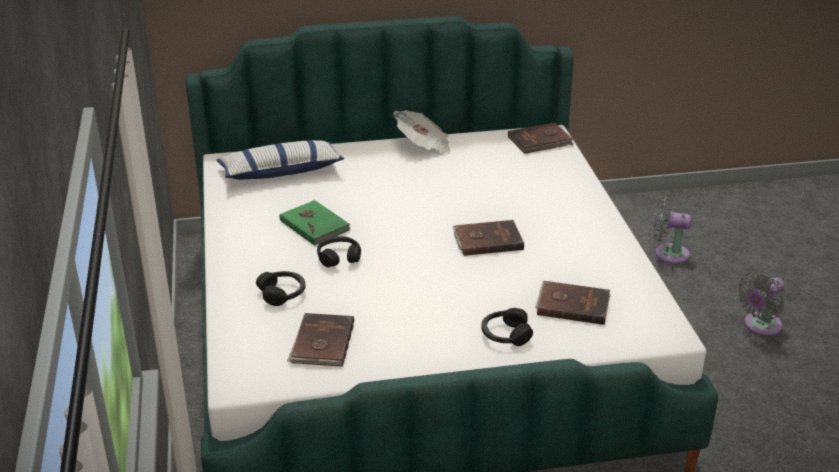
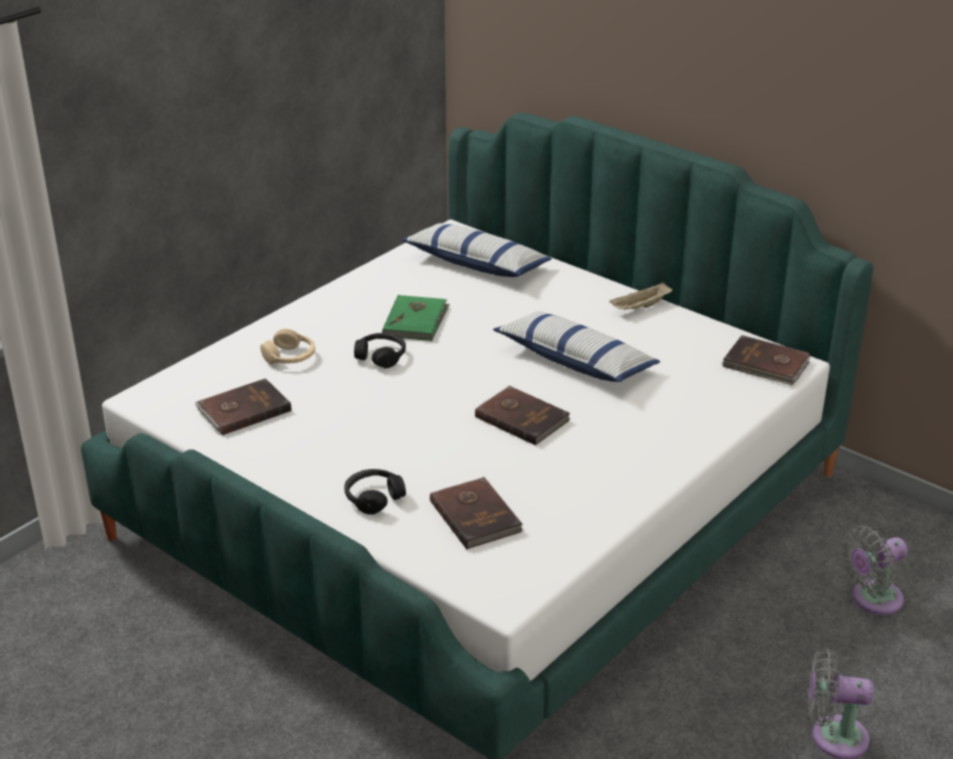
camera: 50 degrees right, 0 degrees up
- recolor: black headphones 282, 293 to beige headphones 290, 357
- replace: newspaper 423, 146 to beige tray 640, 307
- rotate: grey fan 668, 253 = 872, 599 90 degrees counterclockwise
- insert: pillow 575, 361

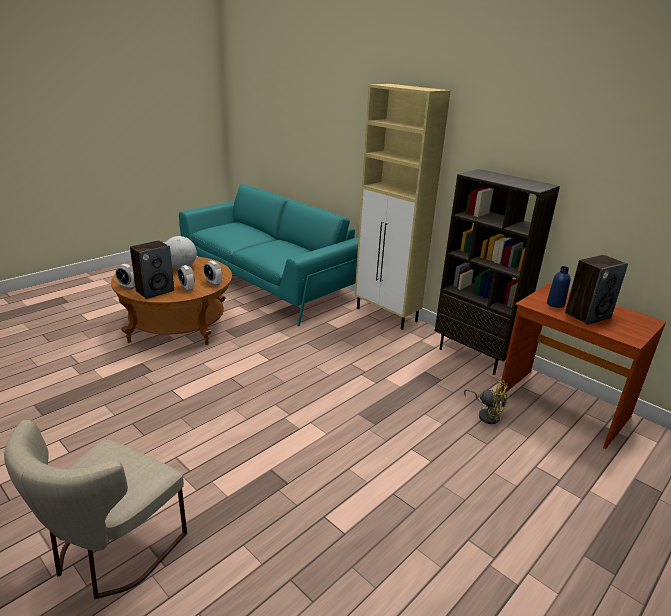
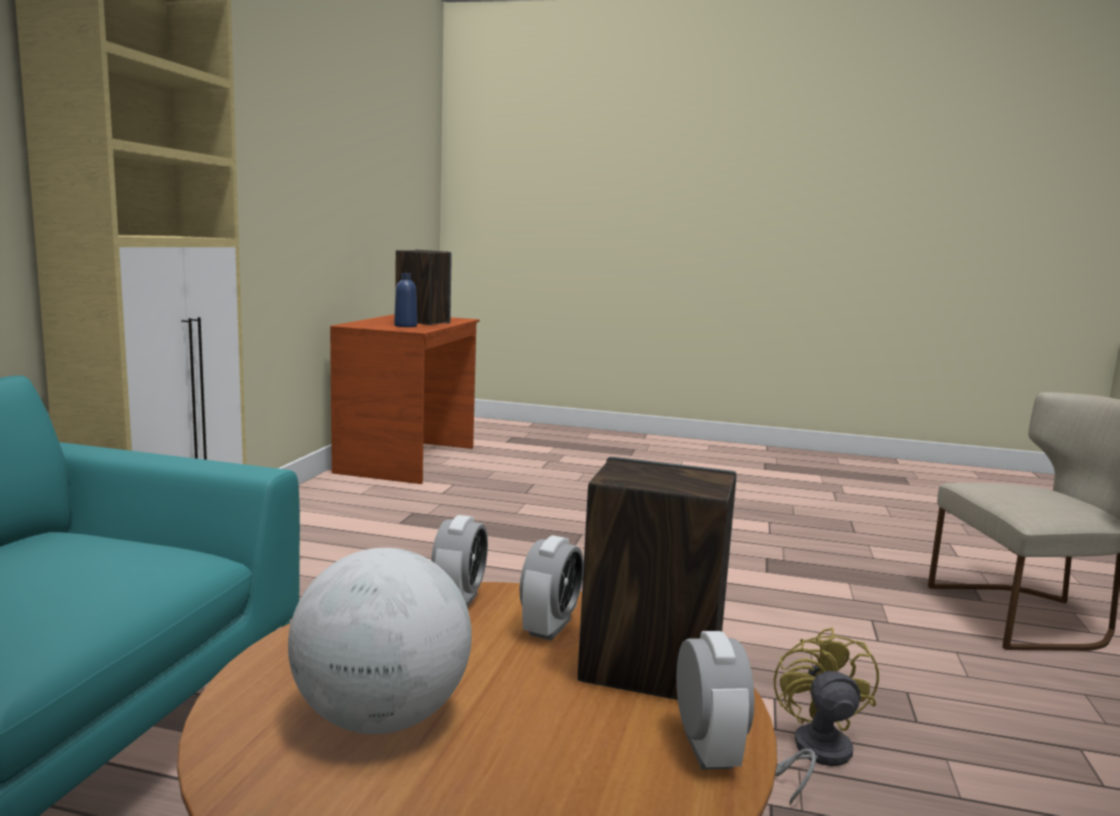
camera: 120 degrees left, 15 degrees down
- delete: brown bookcase 474, 356
- move: yellow fan 486, 414 to 814, 754

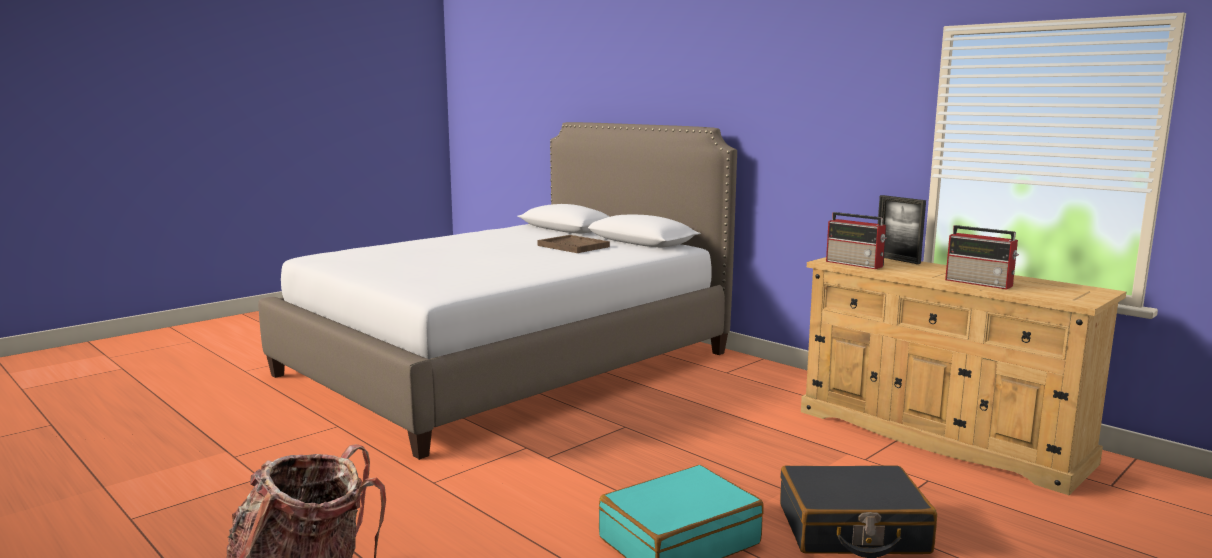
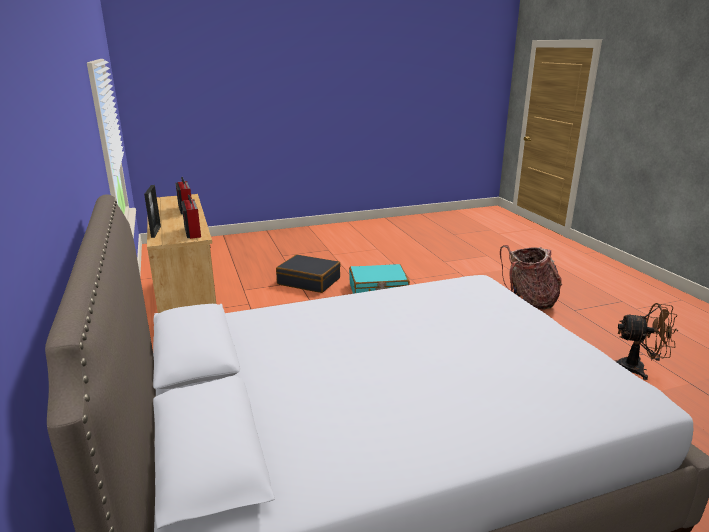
camera: 155 degrees left, 10 degrees up
- delete: brown tray 573, 246
- insert: brown fan 638, 369

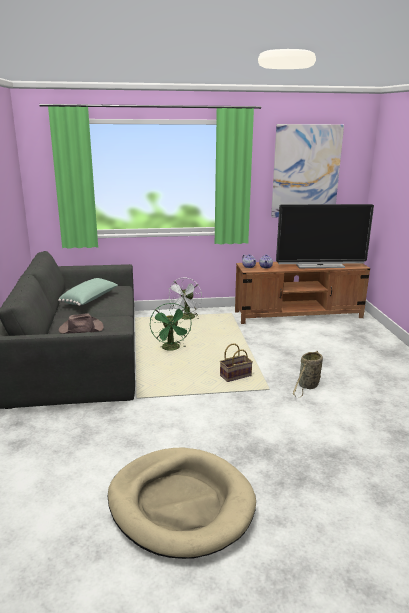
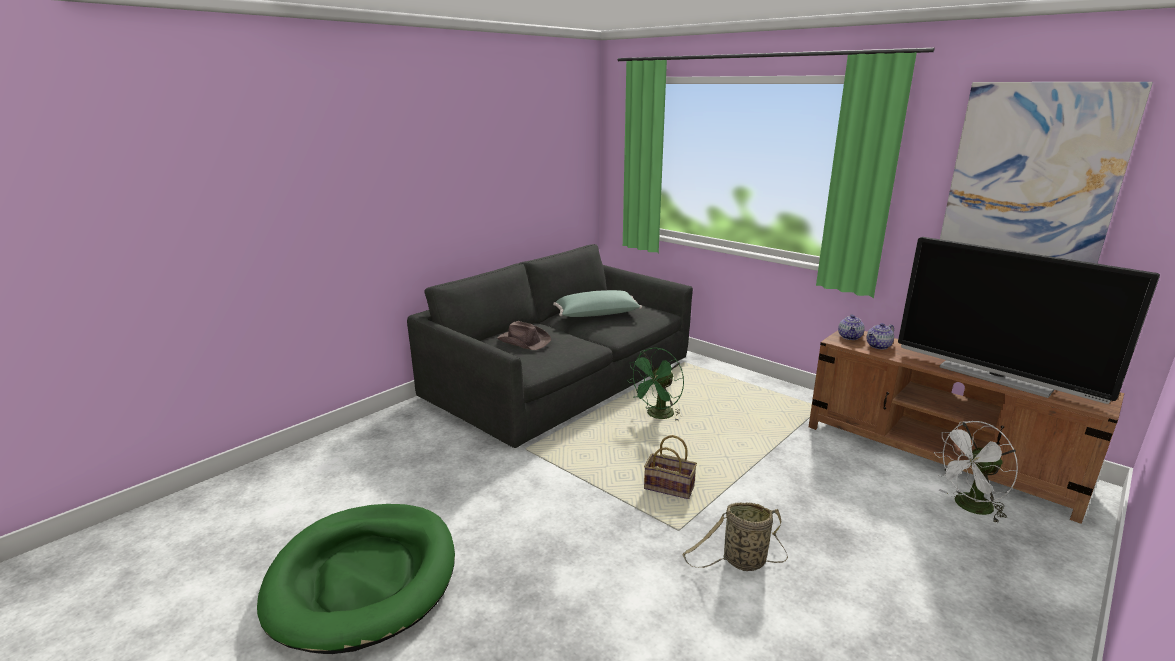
camera: 50 degrees right, 0 degrees up
- recolor: beige dog bed 180, 504 to green dog bed 364, 578
- move: white fan 186, 318 to 968, 507

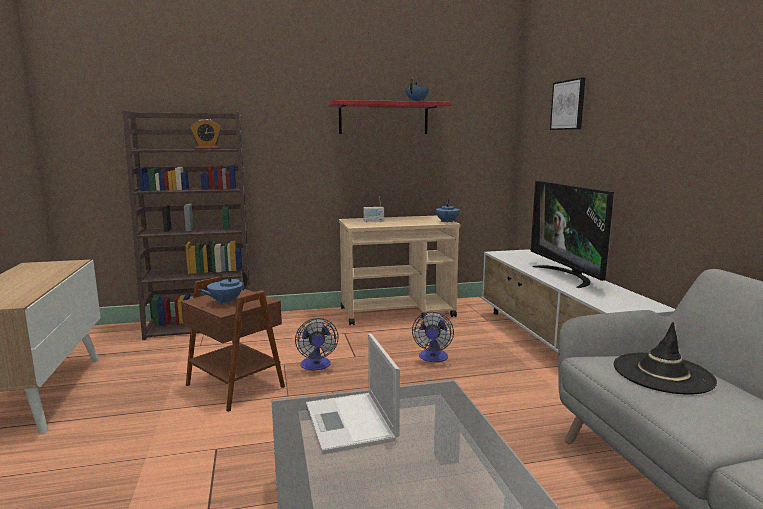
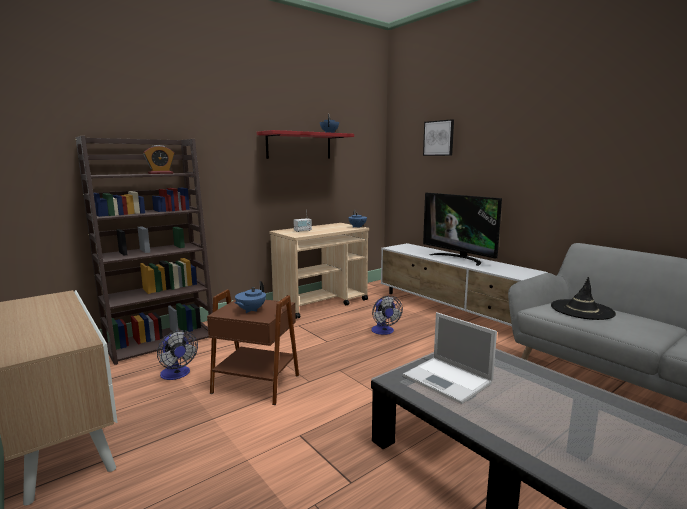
camera: 25 degrees left, 0 degrees up
- move: fan 316, 366 to 177, 375

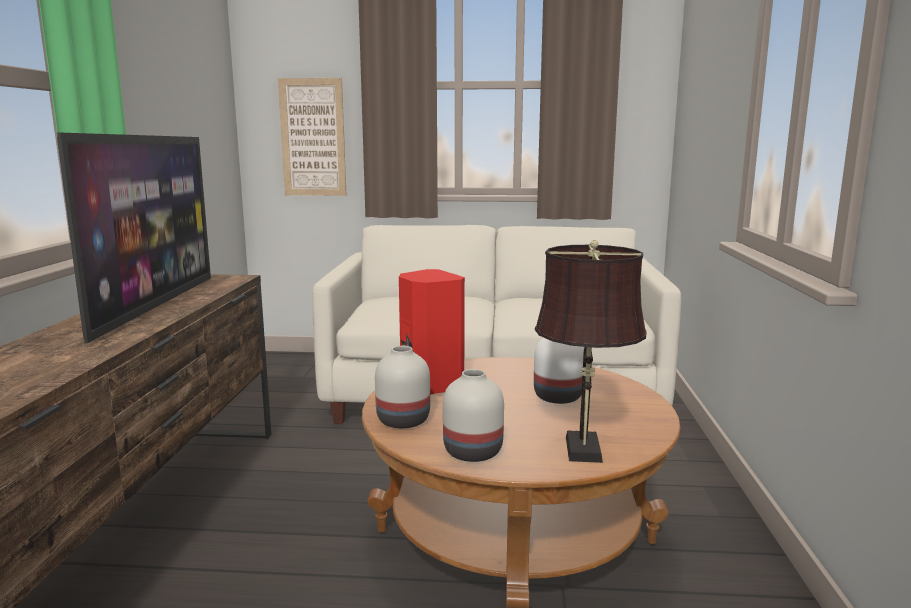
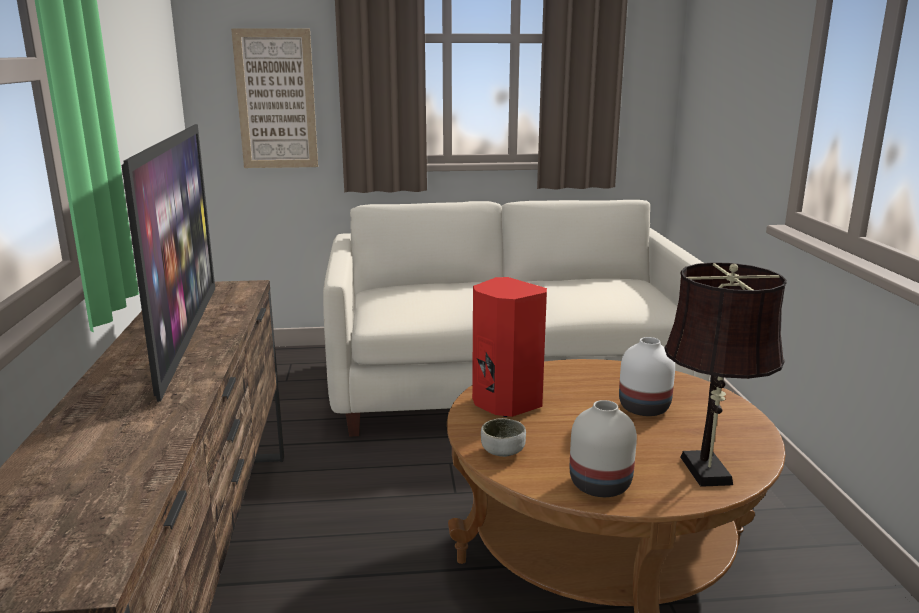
camera: 10 degrees left, 5 degrees up
- replace: white vase 402, 420 to bowl 503, 451

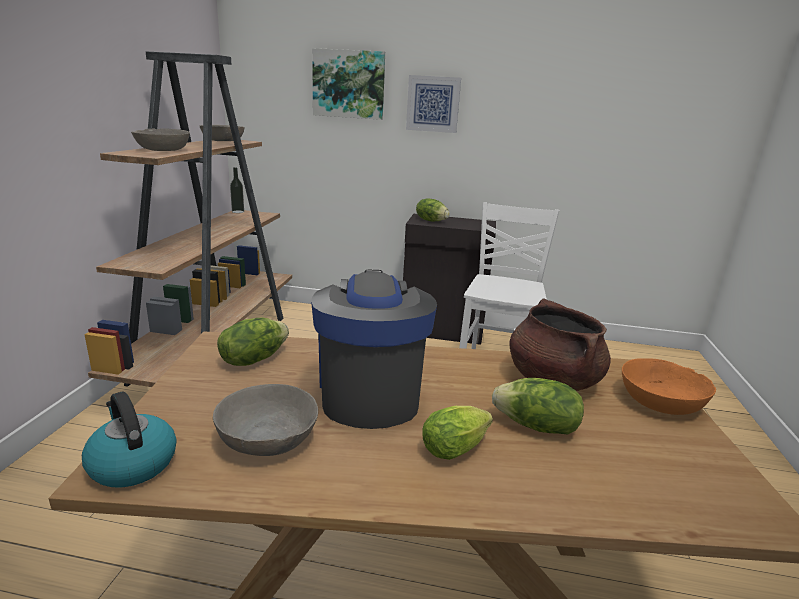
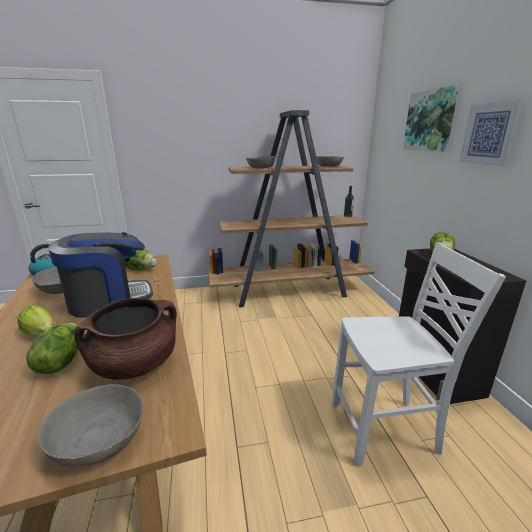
camera: 70 degrees right, 0 degrees up
- recolor: orange bowl 659, 401 to grey bowl 99, 439

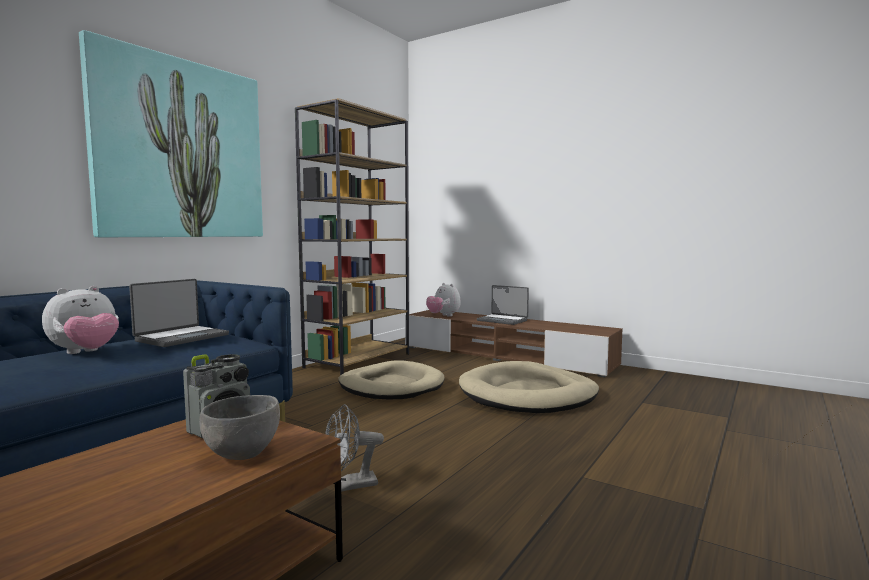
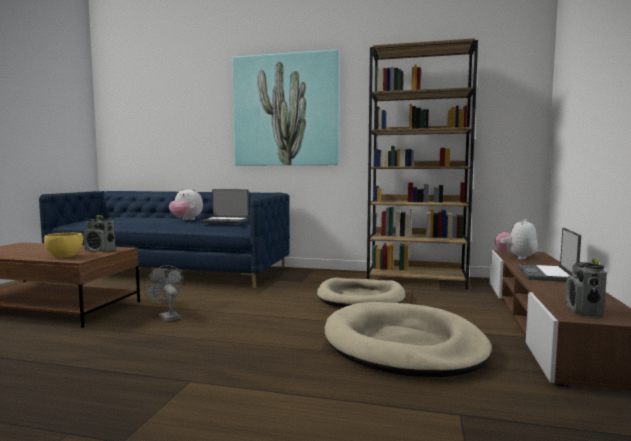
camera: 70 degrees right, 0 degrees up
- recolor: grey bowl 242, 453 to yellow bowl 65, 256
- insert: radio 583, 311

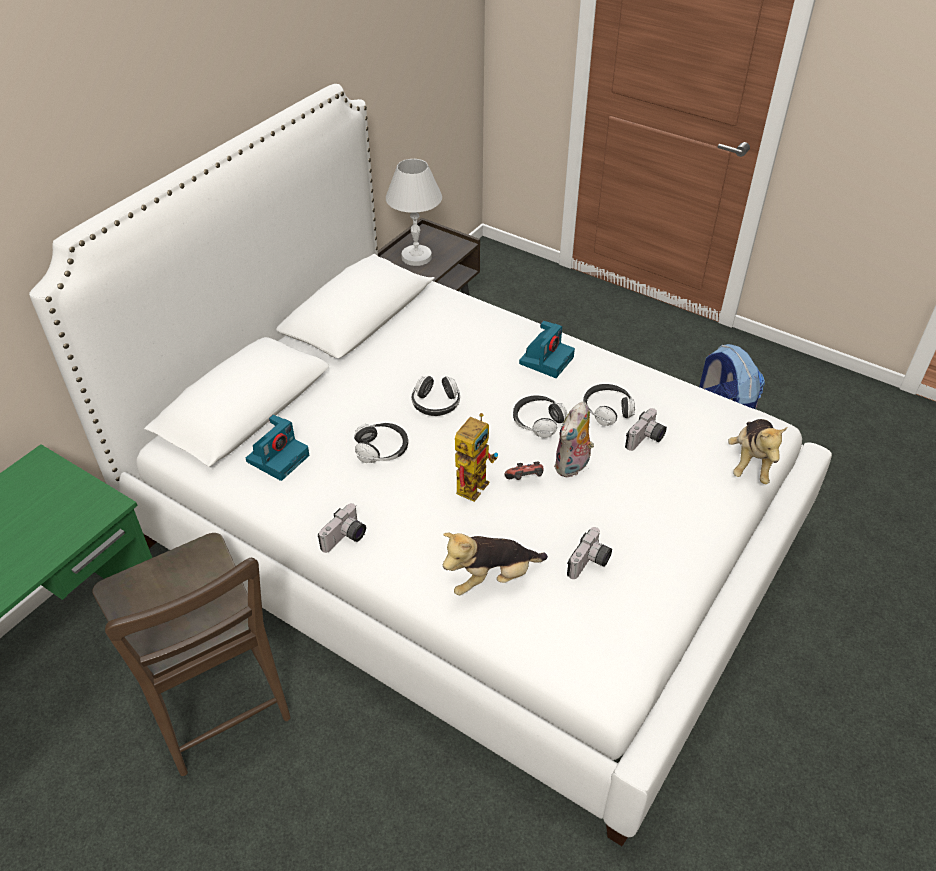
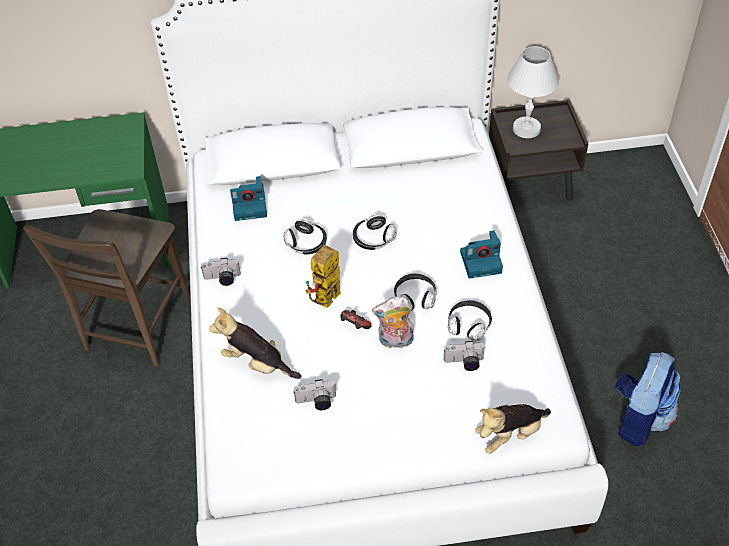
camera: 50 degrees right, 5 degrees up
- rotate: toy robot 473, 481 = 326, 302 135 degrees clockwise

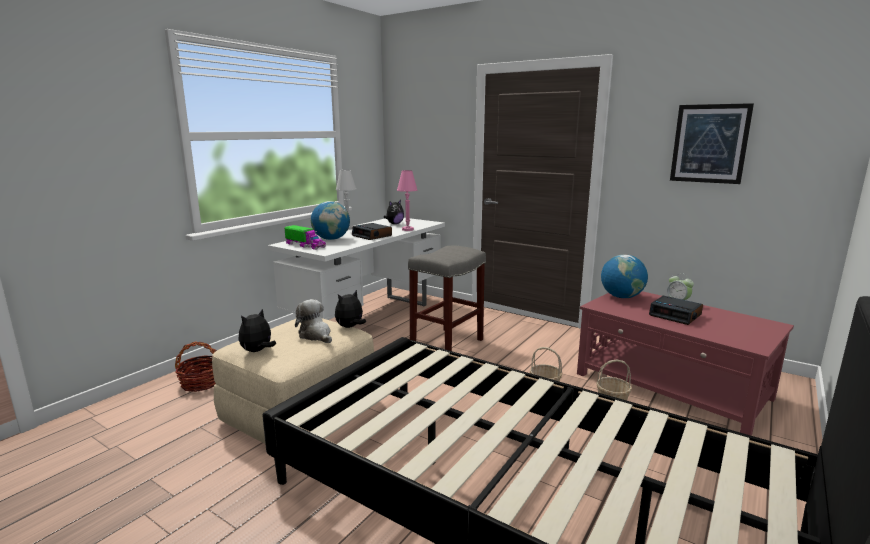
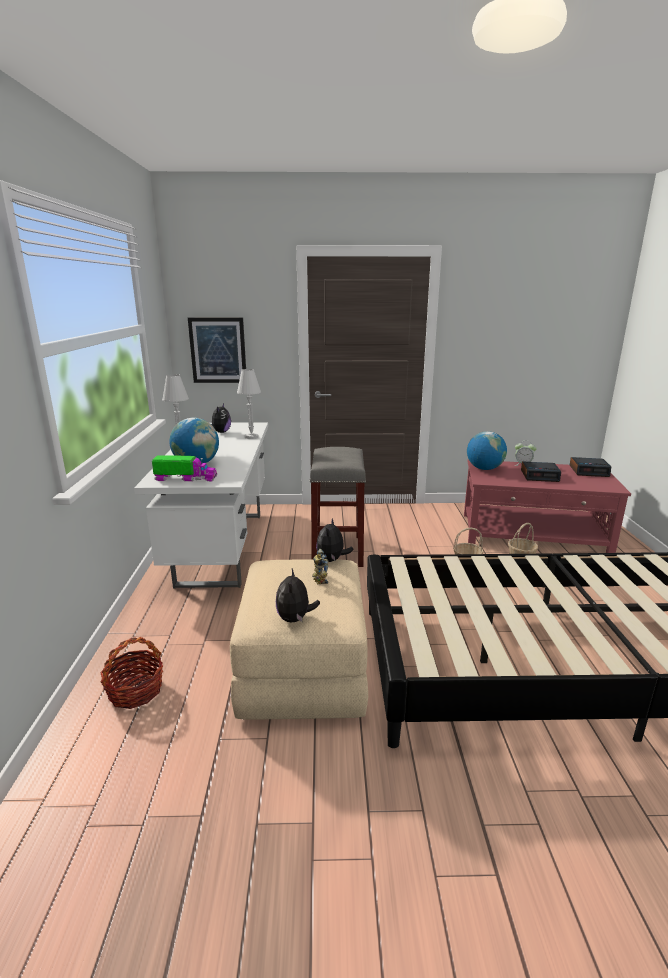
camera: 35 degrees left, 5 degrees up
- replace: plush toy 316, 335 to toy robot 318, 580
- move: alarm clock 372, 236 to 589, 471
- recolor: pink table lamp 407, 229 to white table lamp 251, 437
- move: picture 709, 143 to 218, 350

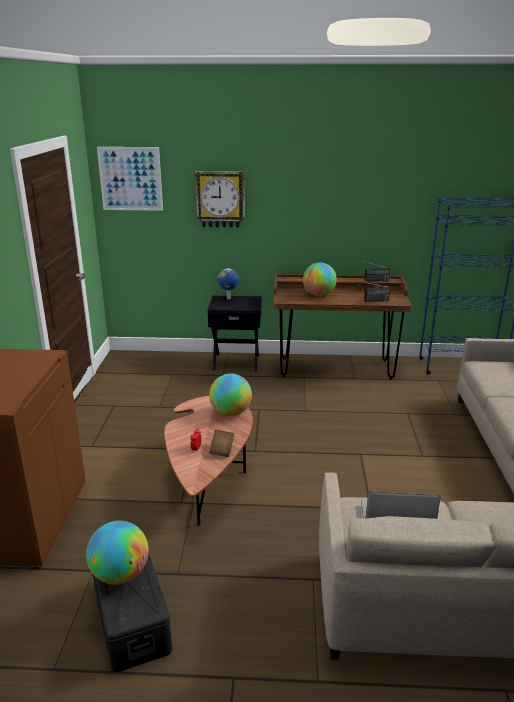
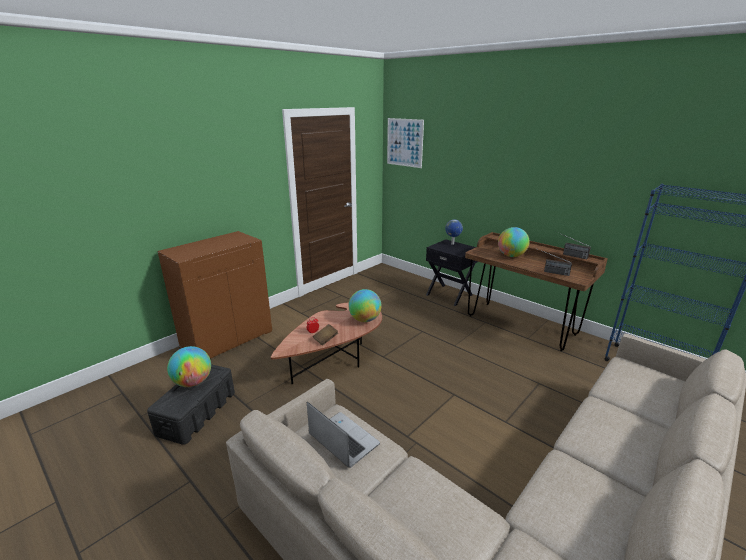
camera: 40 degrees right, 0 degrees up
- delete: wall clock 220, 199

